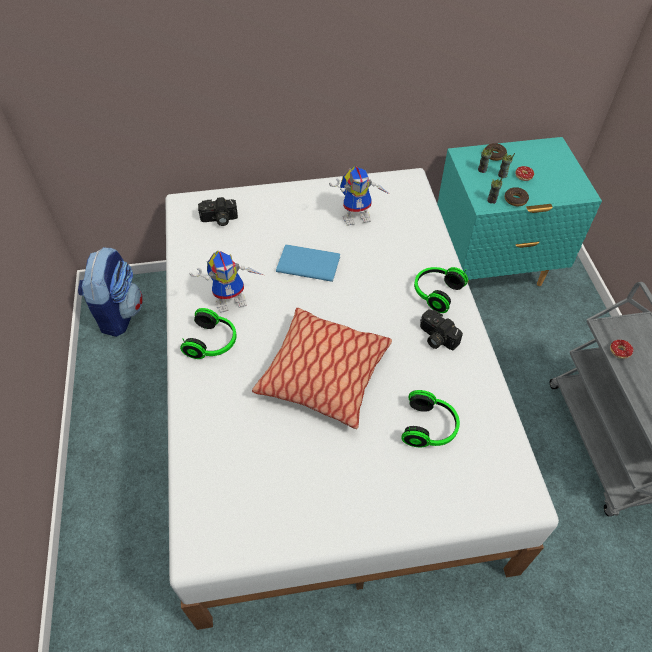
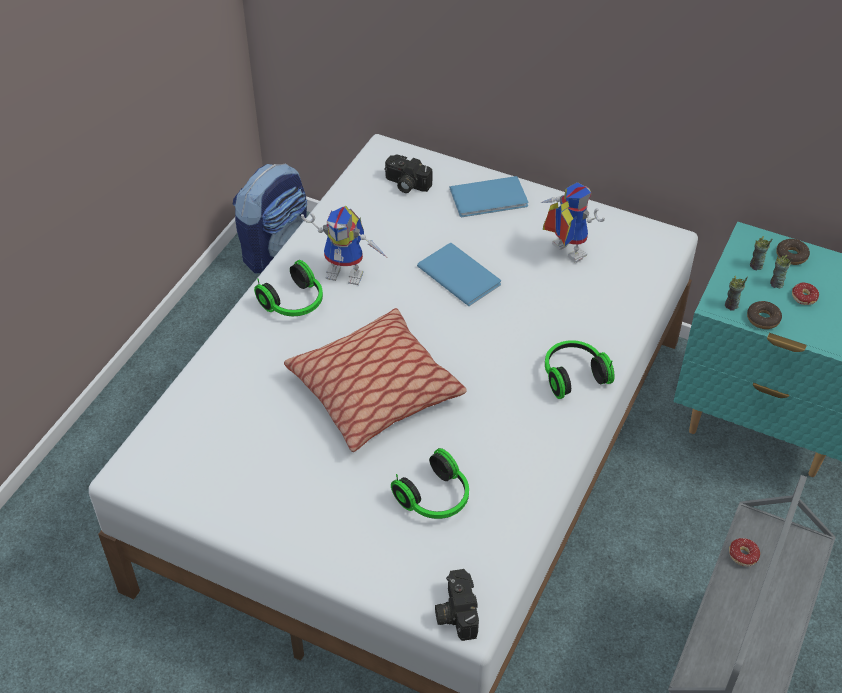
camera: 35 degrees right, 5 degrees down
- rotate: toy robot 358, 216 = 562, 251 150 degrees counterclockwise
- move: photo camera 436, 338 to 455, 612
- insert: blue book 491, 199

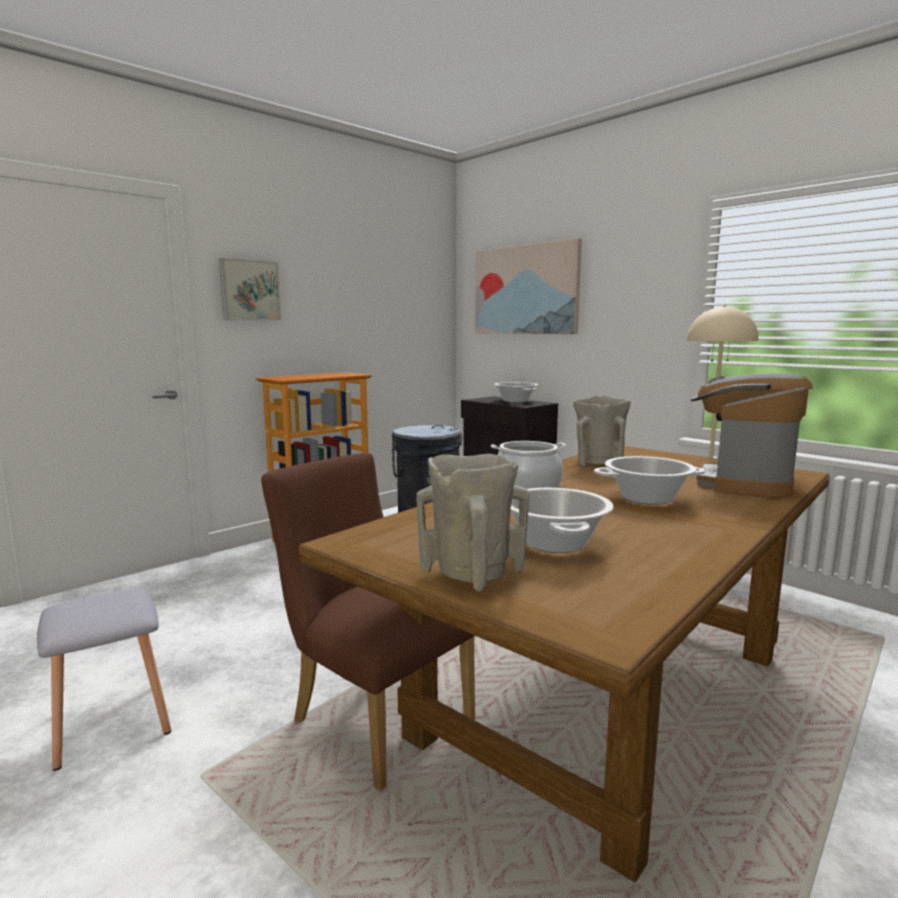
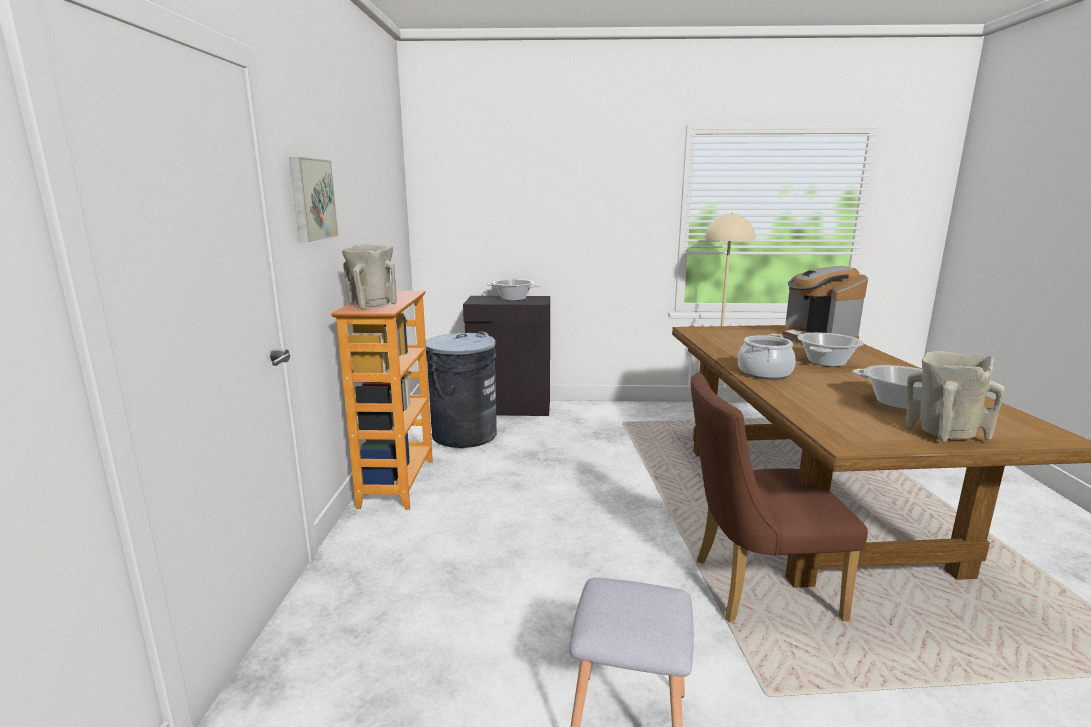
camera: 45 degrees left, 5 degrees up
- delete: picture 526, 290
- move: beige vase 598, 463 to 372, 305

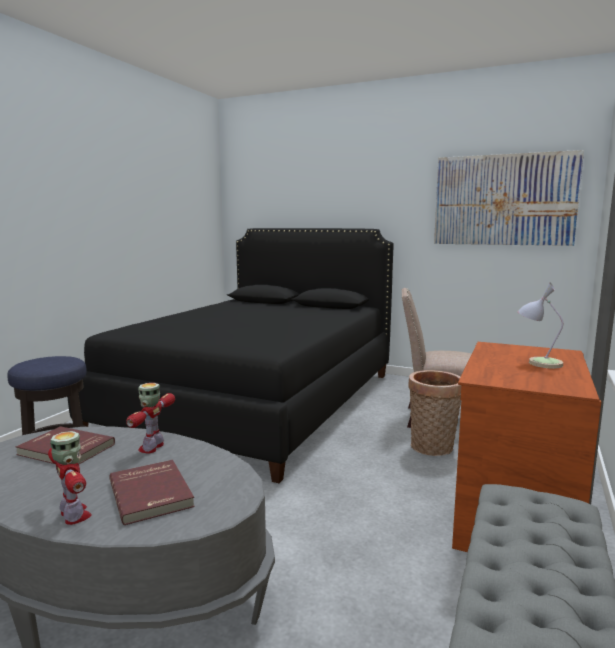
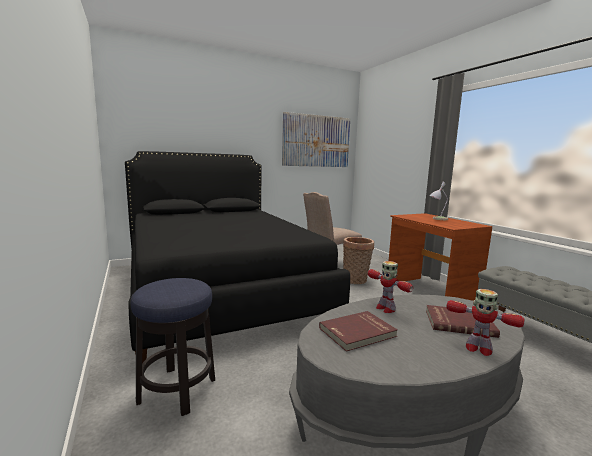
camera: 50 degrees left, 0 degrees up
- rotate: toy robot 74, 515 = 478, 348 150 degrees counterclockwise

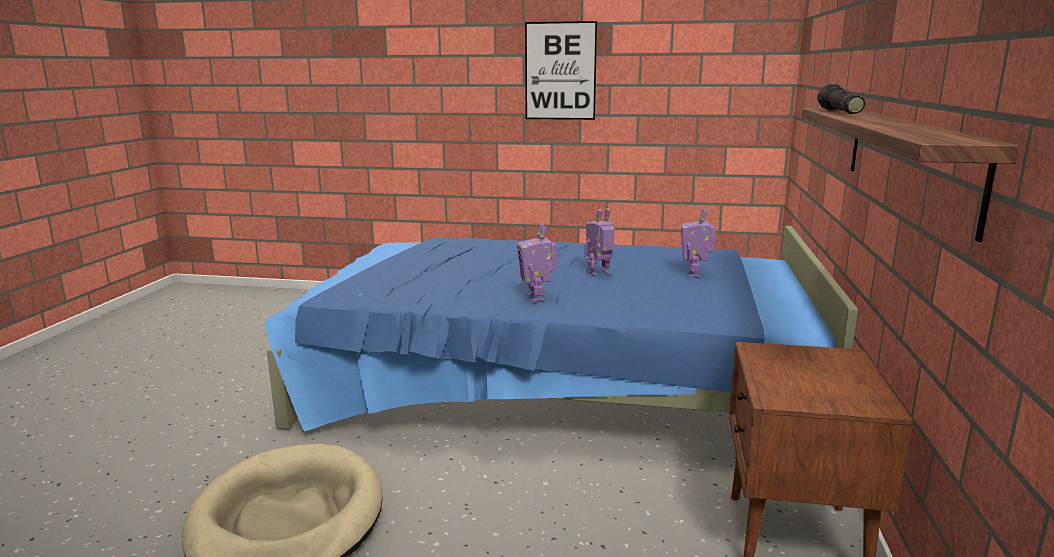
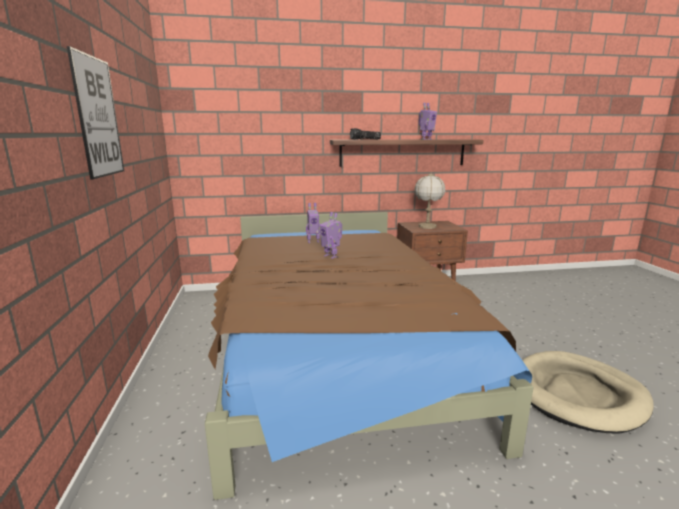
camera: 110 degrees left, 0 degrees up
- recolor: blue bed 554, 383 to brown bed 336, 346
- move: toy robot 537, 297 to 426, 139
- insert: table lamp 427, 226

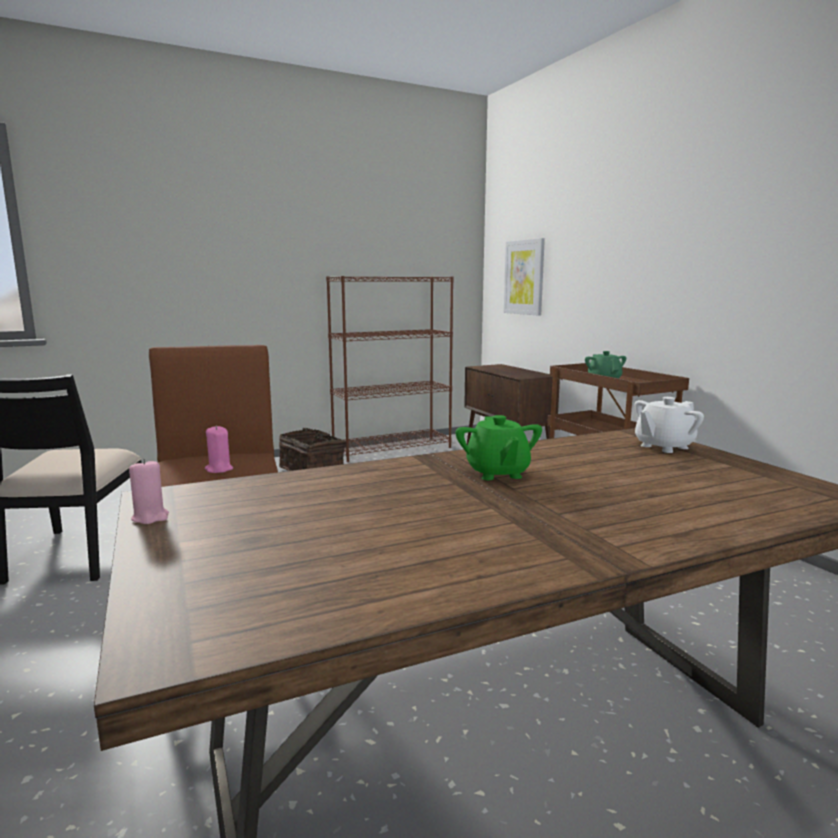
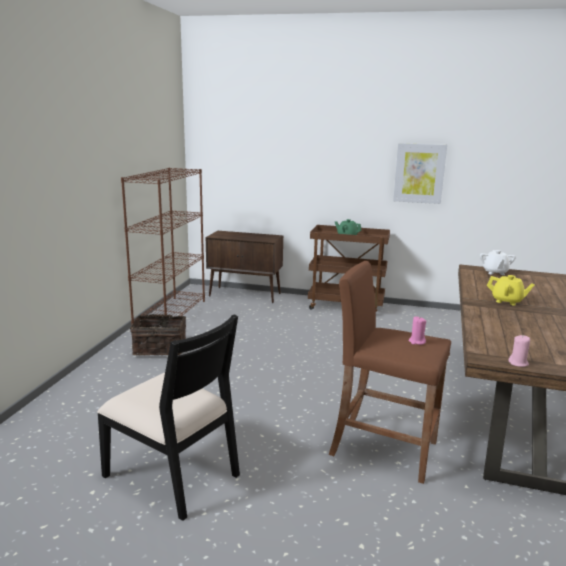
camera: 50 degrees left, 5 degrees up
- recolor: green teapot 497, 473 to yellow teapot 507, 301
- move: picture 524, 277 to 419, 173

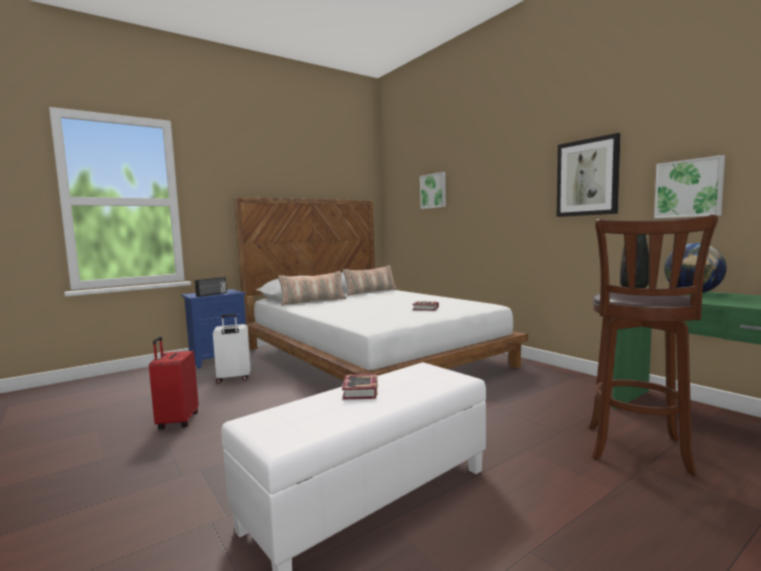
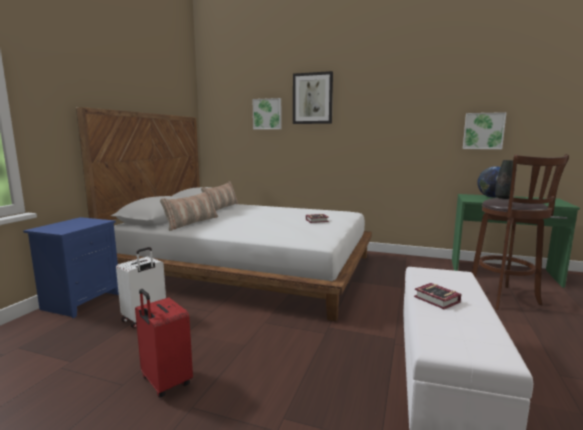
camera: 35 degrees left, 5 degrees up
- delete: radio 212, 294
- move: picture 587, 177 to 312, 98

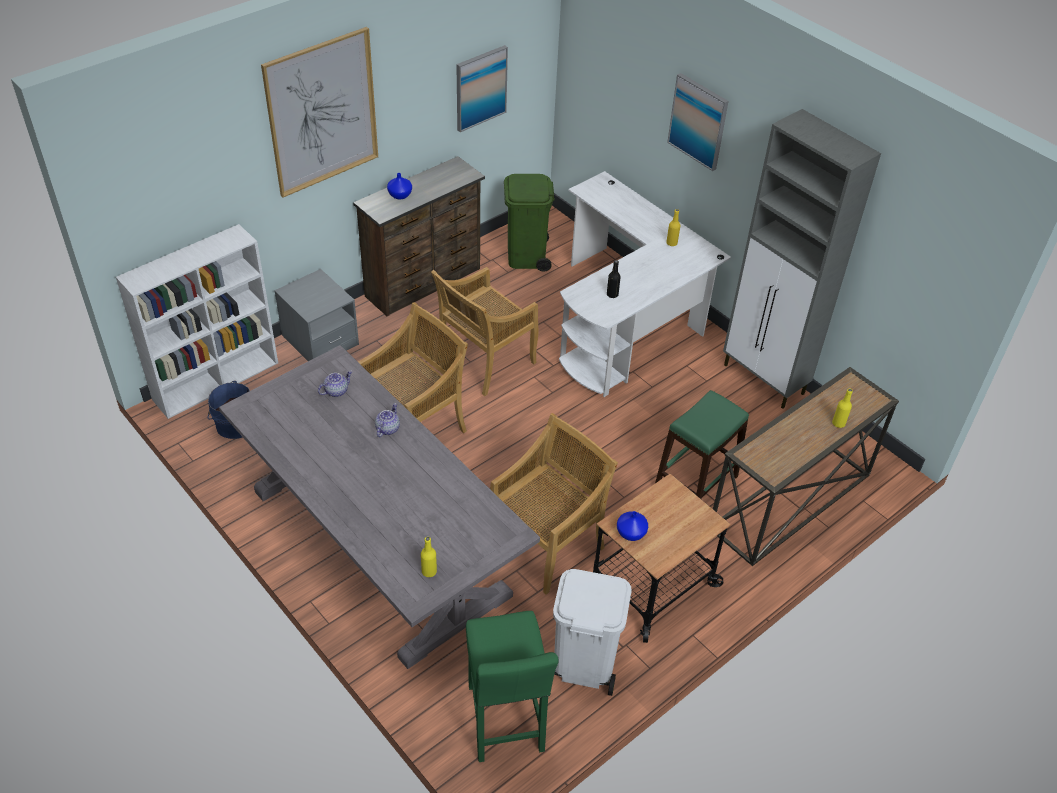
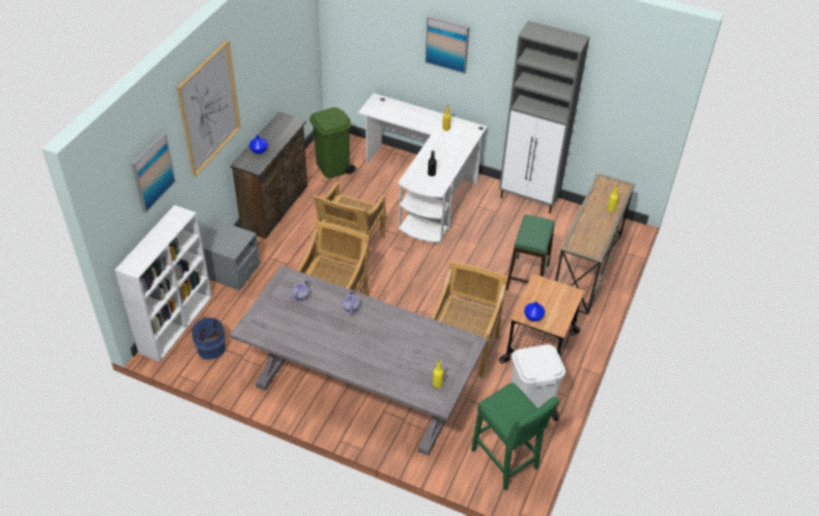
camera: 25 degrees left, 0 degrees up
- move: picture 480, 88 to 152, 172

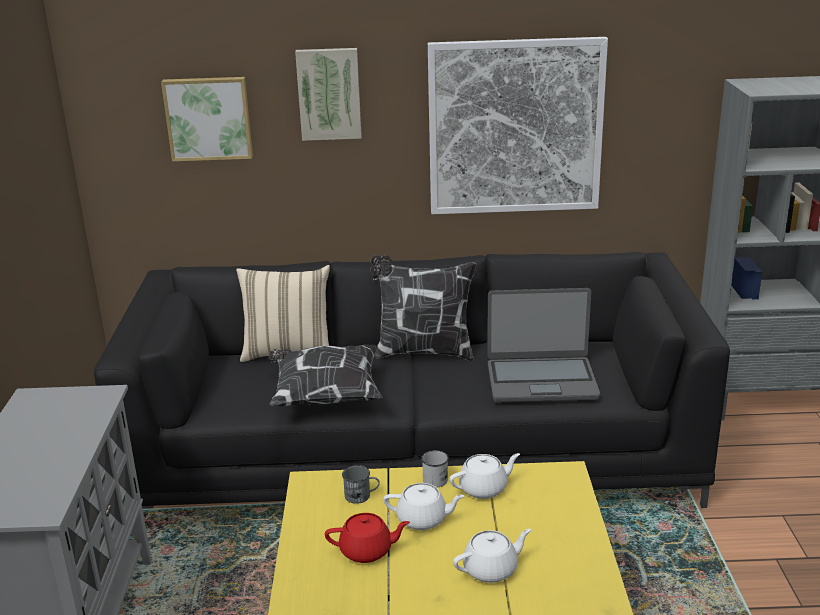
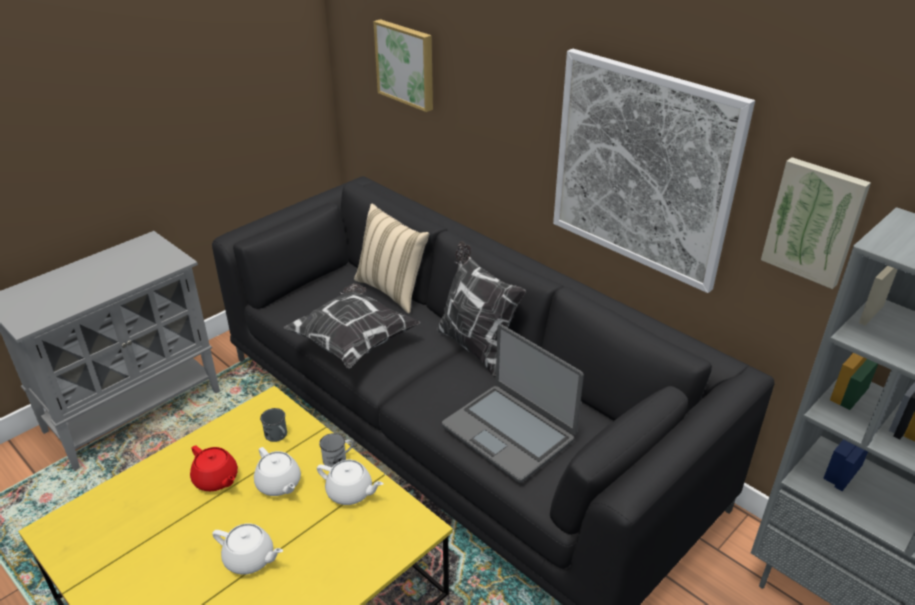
camera: 45 degrees right, 10 degrees up
- move: picture 329, 93 to 814, 221

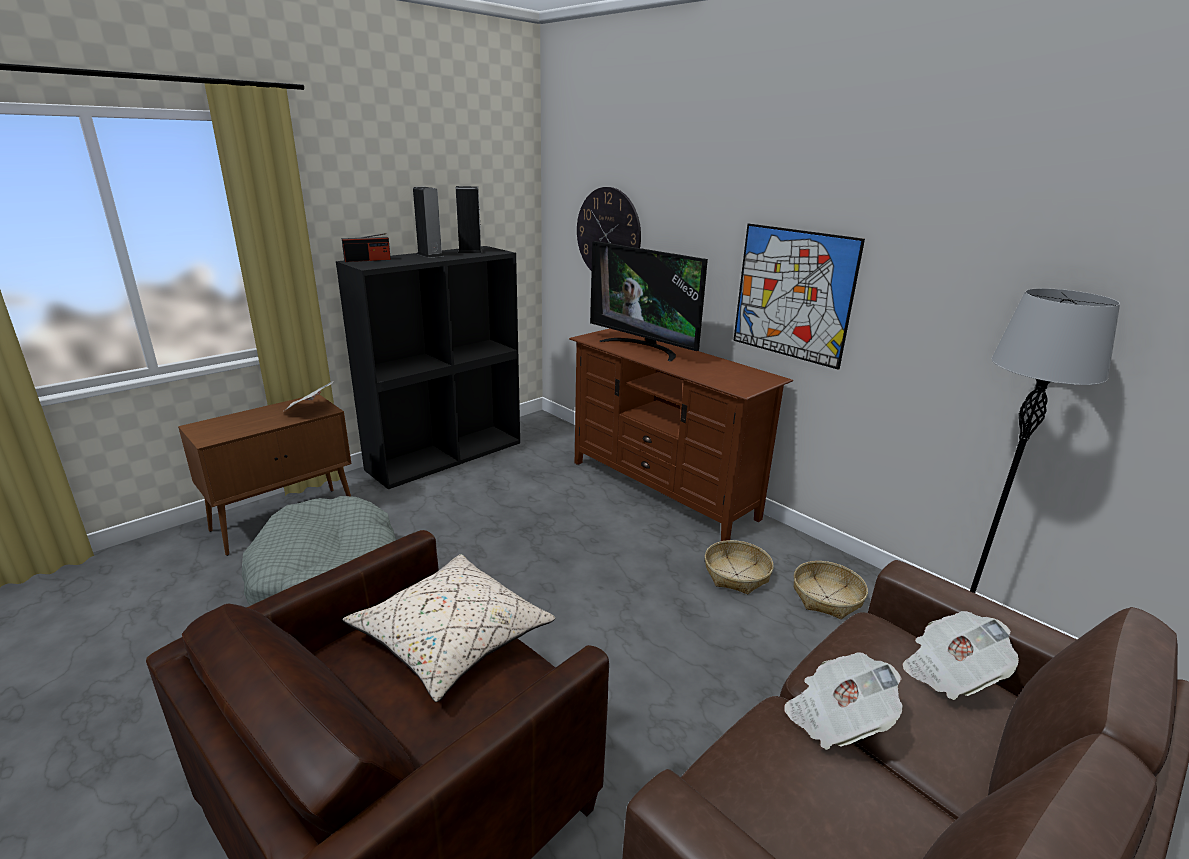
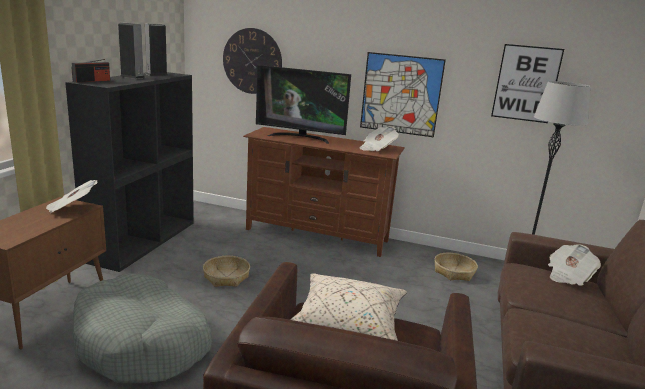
camera: 30 degrees left, 5 degrees down
- move: basket 736, 574 to 226, 277
- move: newspaper 836, 718 to 377, 149
- insert: picture 526, 83

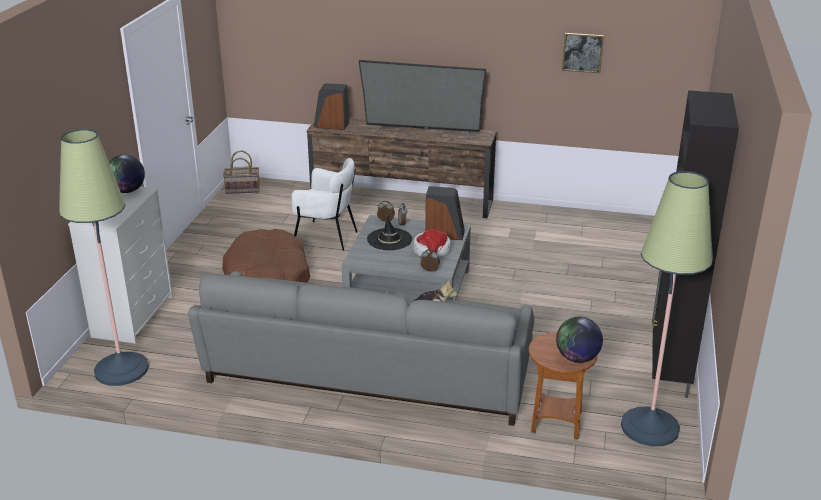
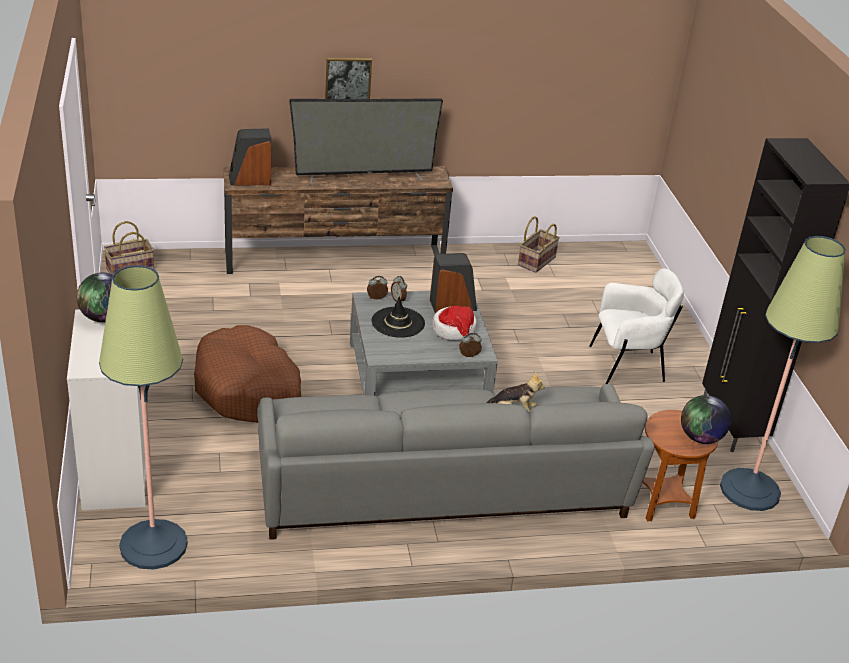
camera: 25 degrees left, 5 degrees up
- move: white armchair 326, 238 to 627, 366
- move: picture 582, 52 to 348, 79
- insert: basket 536, 261

